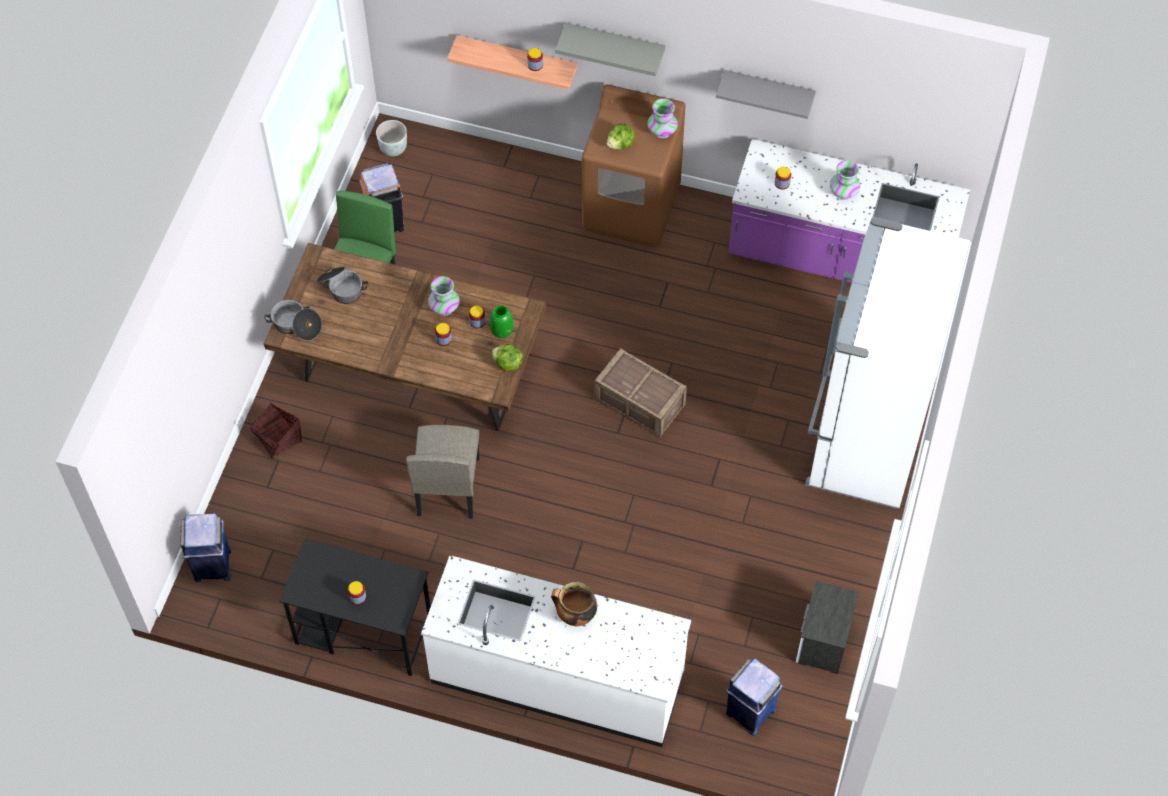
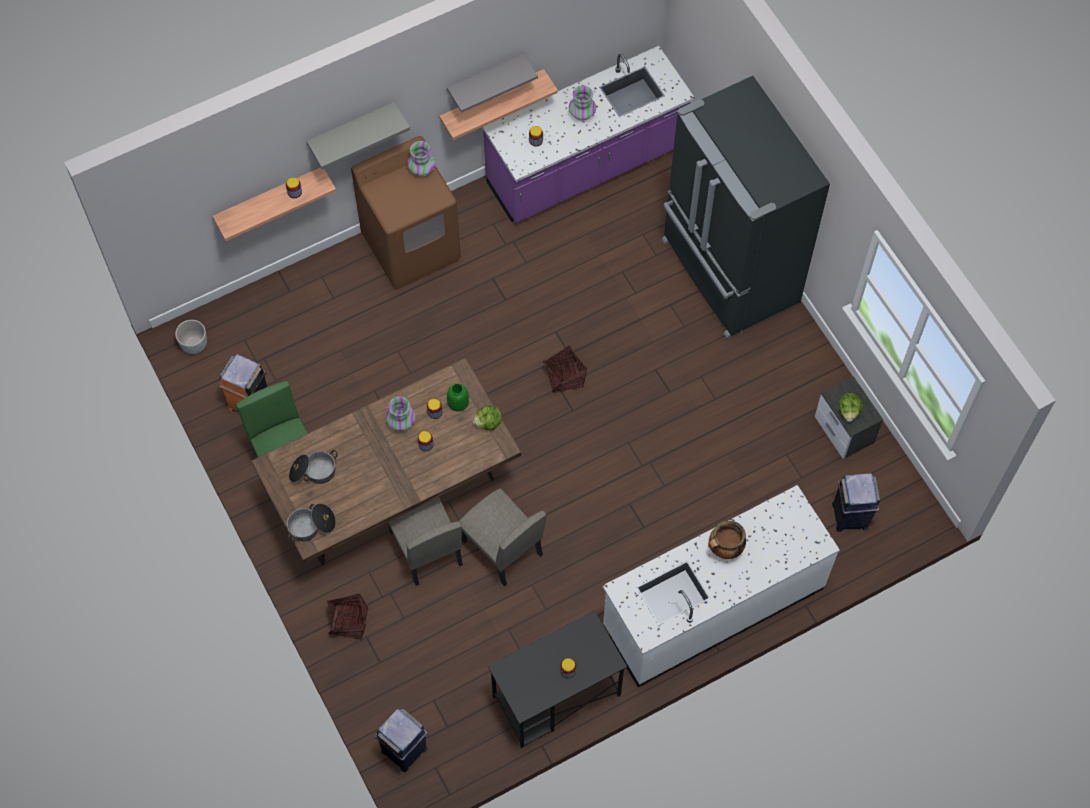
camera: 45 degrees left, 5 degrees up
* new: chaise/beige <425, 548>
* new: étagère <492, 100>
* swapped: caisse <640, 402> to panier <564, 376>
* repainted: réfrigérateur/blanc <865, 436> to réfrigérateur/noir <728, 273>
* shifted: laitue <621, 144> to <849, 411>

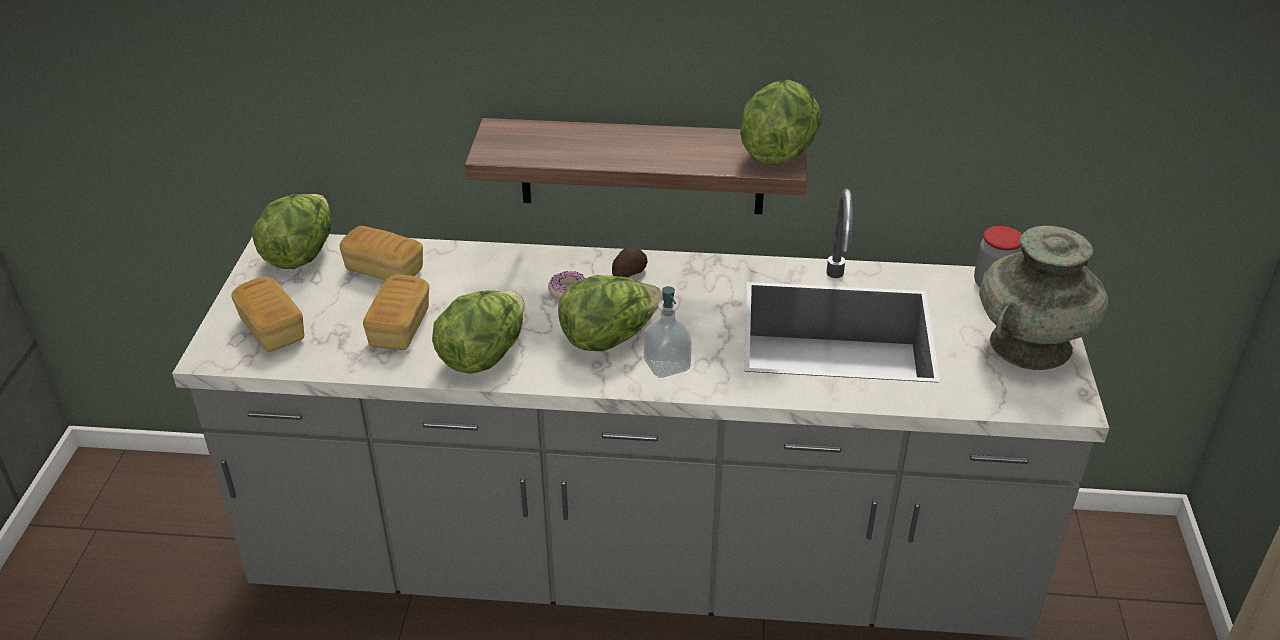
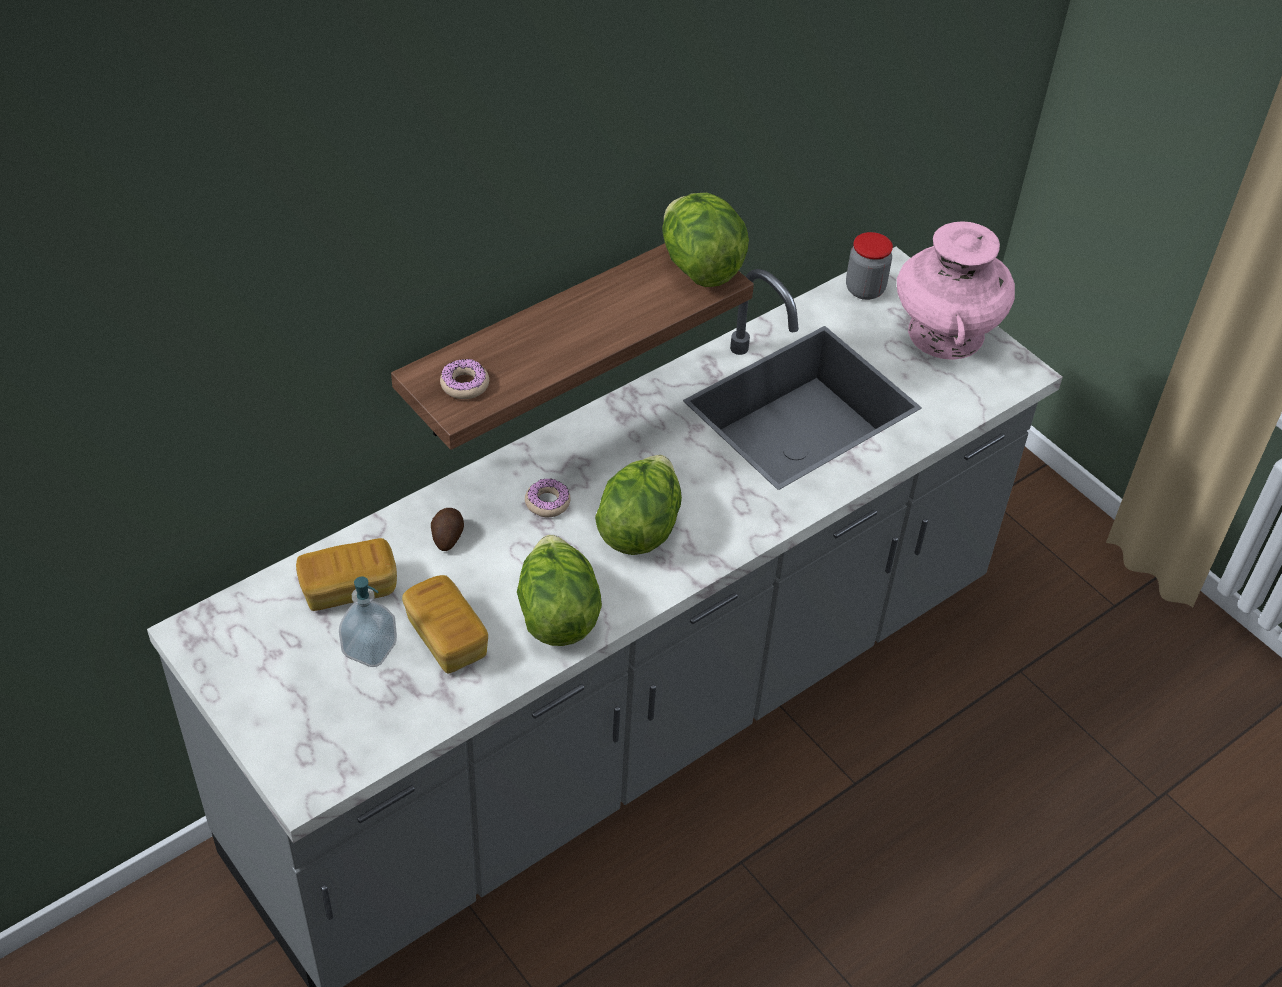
camera: 45 degrees left, 10 degrees up
* shifted: distributeur de savon <667, 365> to <370, 649>
* shifted: pomme de terre <628, 272> to <447, 536>
* new: beignet <464, 384>
* repainted: vase/turquoise <1030, 345> to vase/rose <945, 333>
* gone: pain <272, 329>
* gone: laitue <300, 254>

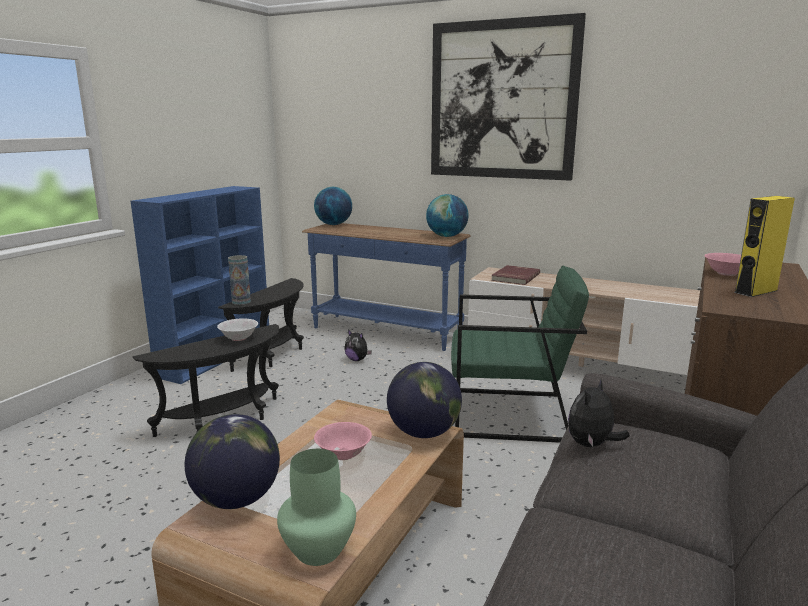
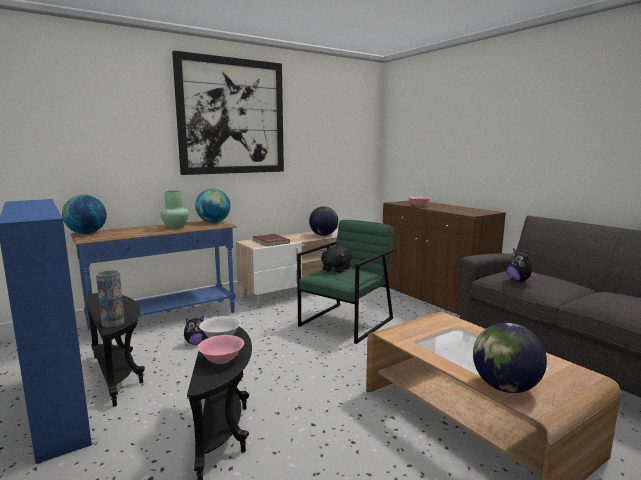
camera: 60 degrees left, 5 degrees down
* shifted: vase/vert <320, 550> to <176, 227>
* shifted: bol/rose <343, 454> to <221, 360>
* shifted: globe <423, 433> to <323, 235>
* new: peluche/noir <336, 269>
* gone: enceinte/jaune <756, 291>

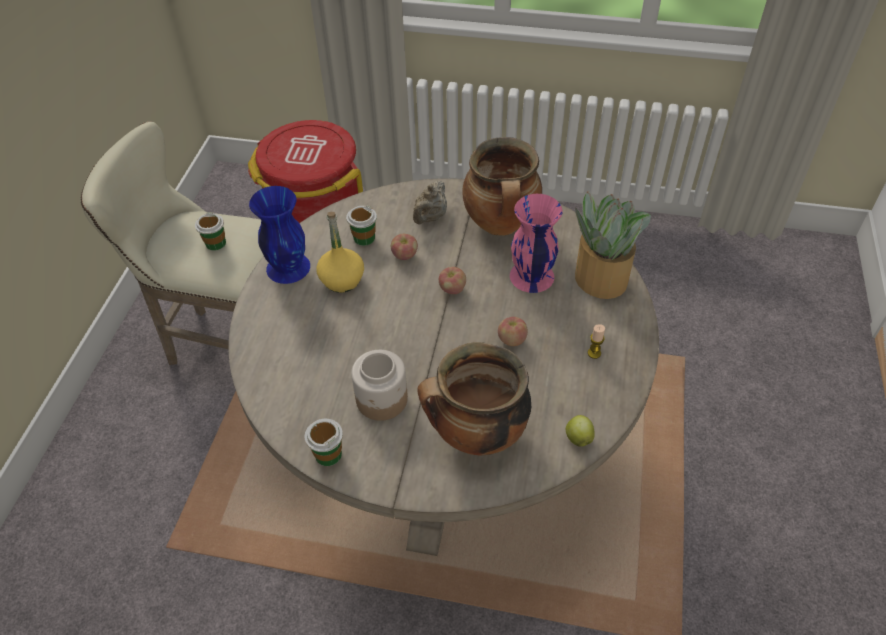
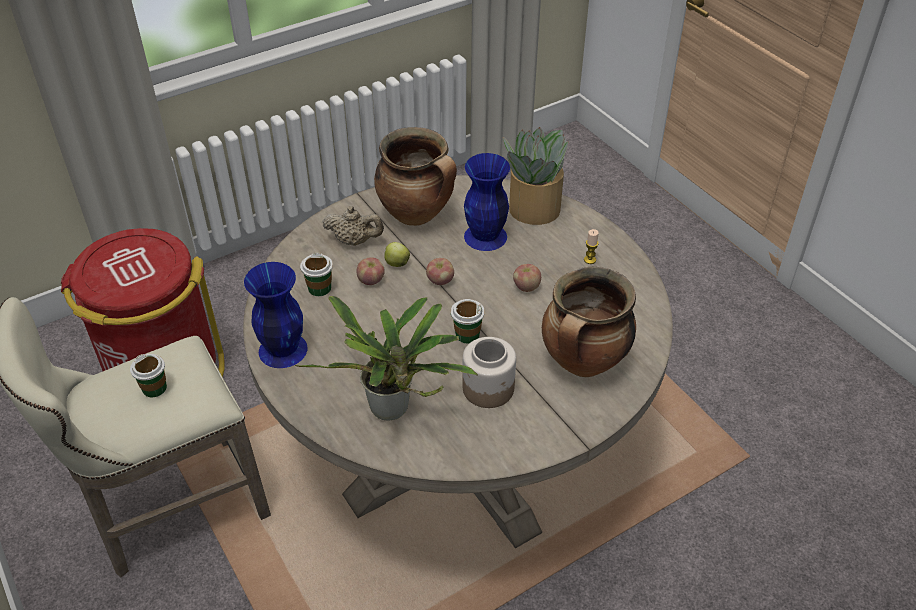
camera: 45 degrees left, 5 degrees down
* new: plante en pot <393, 412>
* rotated: théière/beige <430, 217> = <354, 241> 60 degrees counterclockwise
* shifted: pomme <578, 438> to <396, 263>
* shifted: tasse <328, 454> to <467, 334>
* repainted: vase/rose <531, 276> to vase/bleu <485, 237>
* gone: bouteille/jaune <342, 280>

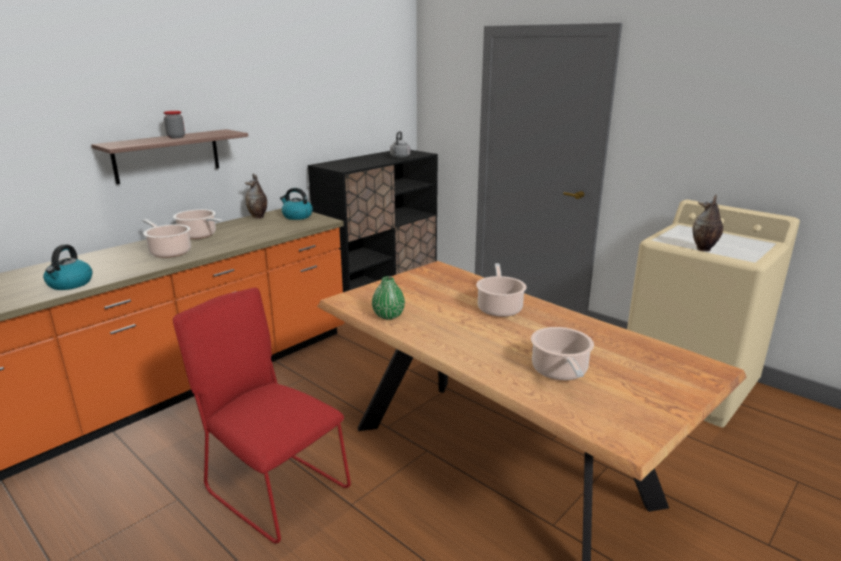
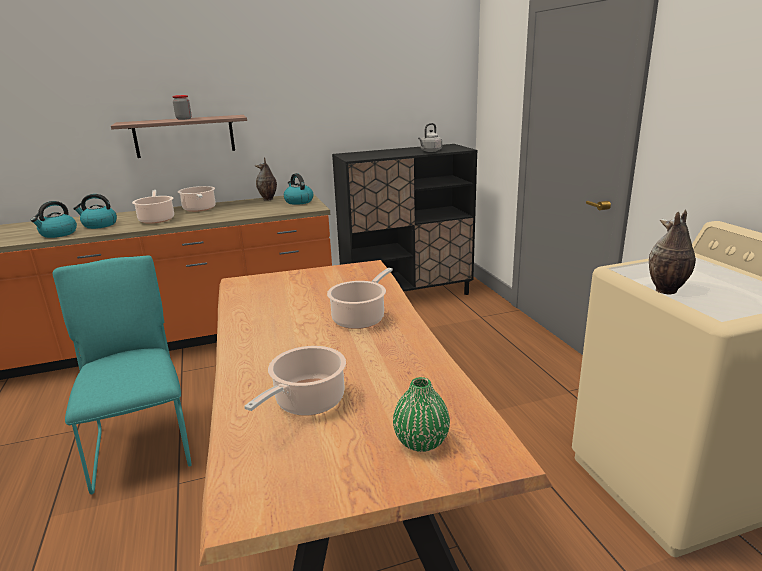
camera: 30 degrees right, 0 degrees up
* repainted: chaise/rouge <273, 487> to chaise/turquoise <142, 445>
* new: bouilloire <99, 225>
* shifted: vase/vert <388, 316> to <421, 442>

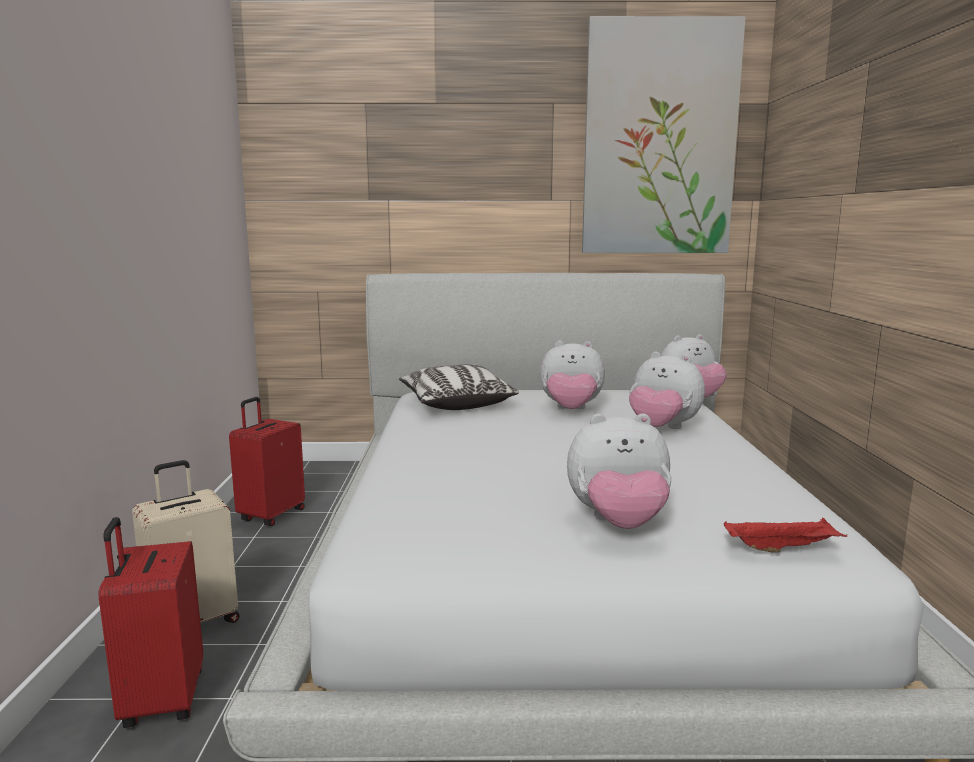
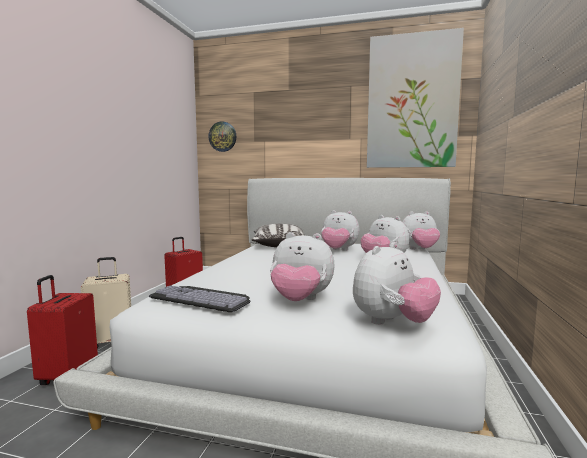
camera: 15 degrees right, 5 degrees down
* new: clavier <203, 298>
* new: horloge murale <222, 136>
* swapped: plateau/rouge <782, 548> to peluche <392, 323>

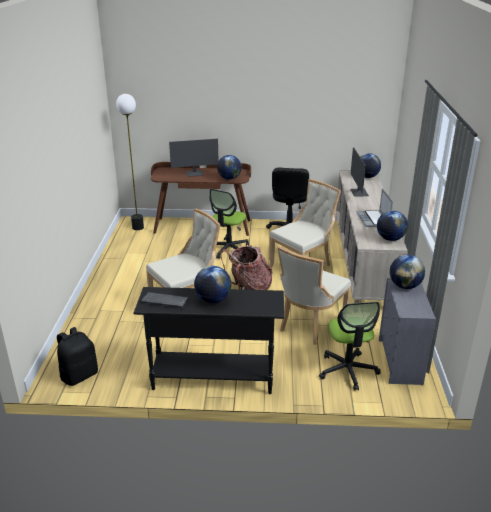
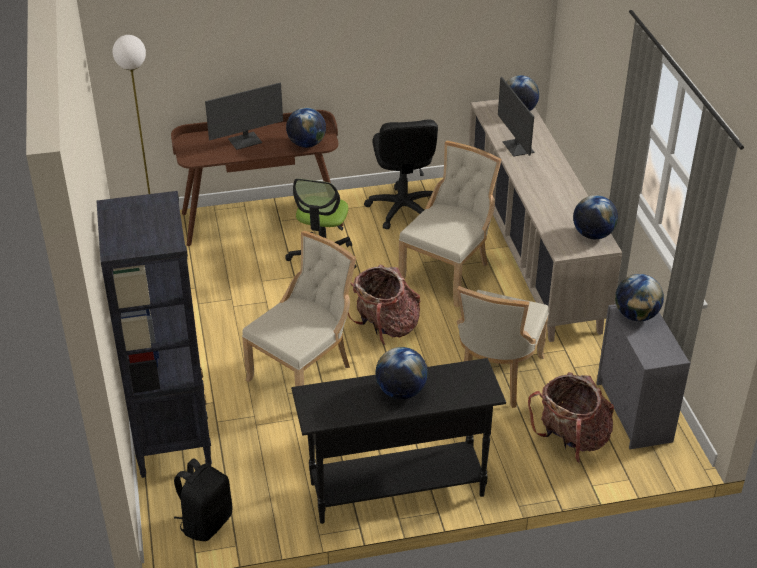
camera: 15 degrees left, 10 degrees up
* new: bibliothèque/noir <173, 439>
* swapped: chaise de bureau <348, 370> to sac à dos <571, 440>
* gone: clavier <164, 301>
* gone: ordinateur portable <373, 220>

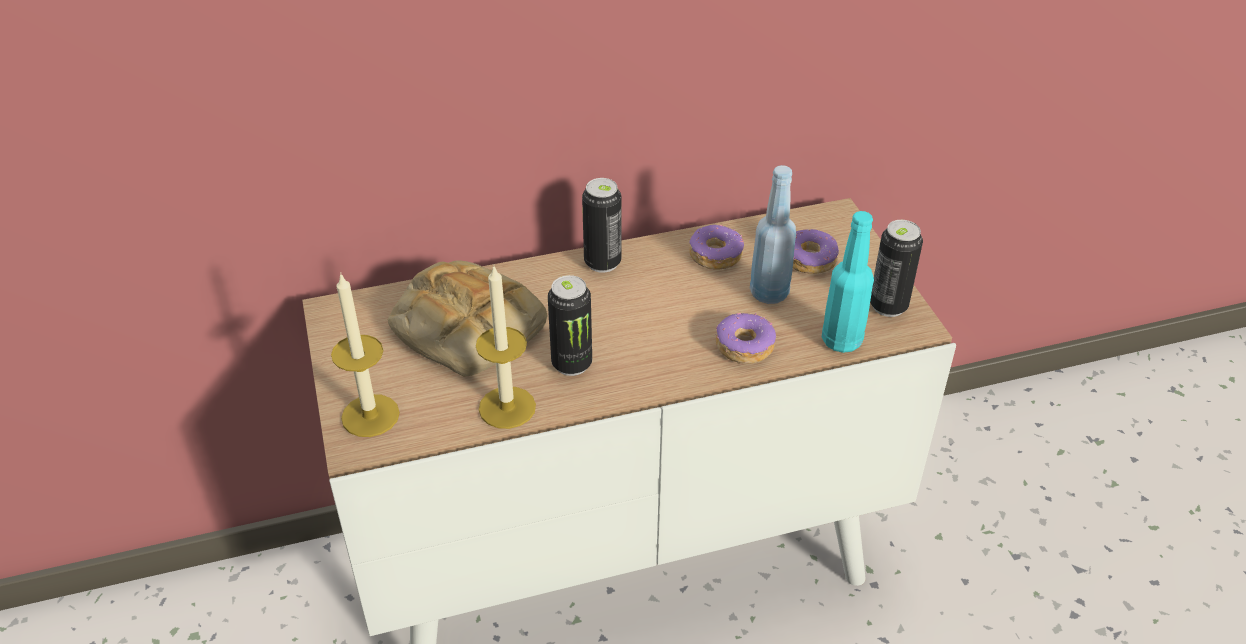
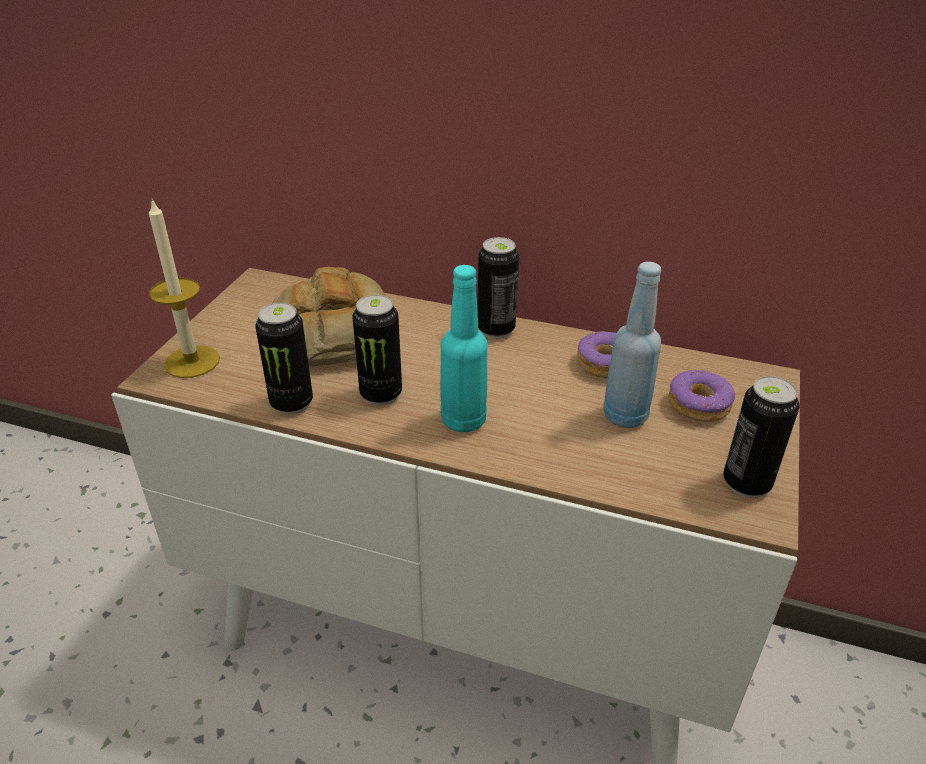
camera: 35 degrees right, 5 degrees down
* swapped: bougie <507, 407> to boîte métallique <291, 403>
* shifted: bouteille/turquoise <841, 340> to <463, 420>
* gone: beignet <744, 346>

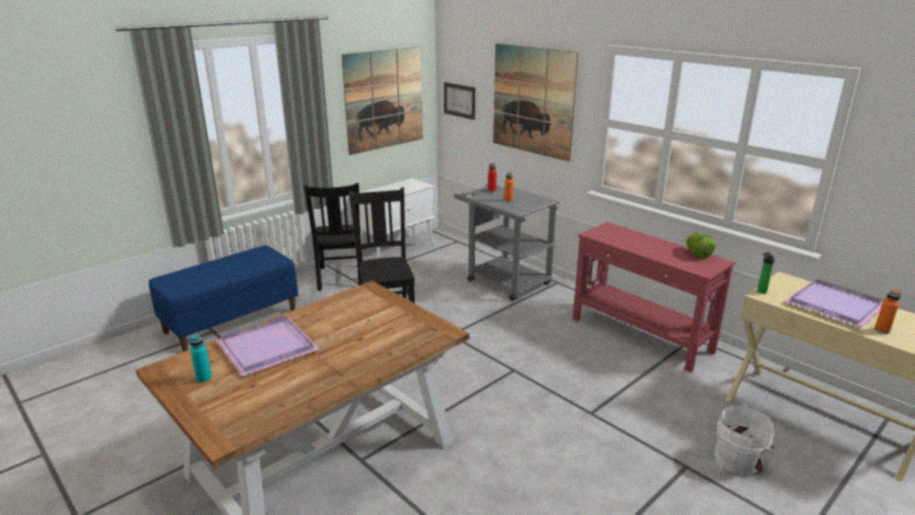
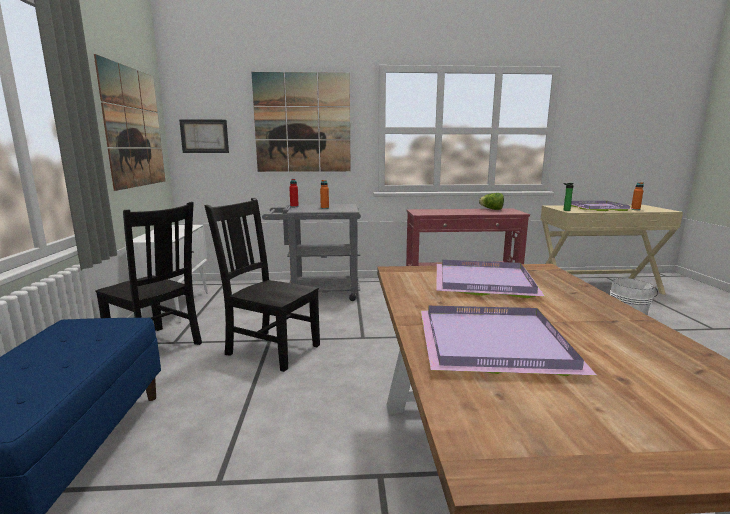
camera: 50 degrees left, 10 degrees down
* new: plateau/violet <486, 283>
* gone: bouteille/turquoise <204, 378>

